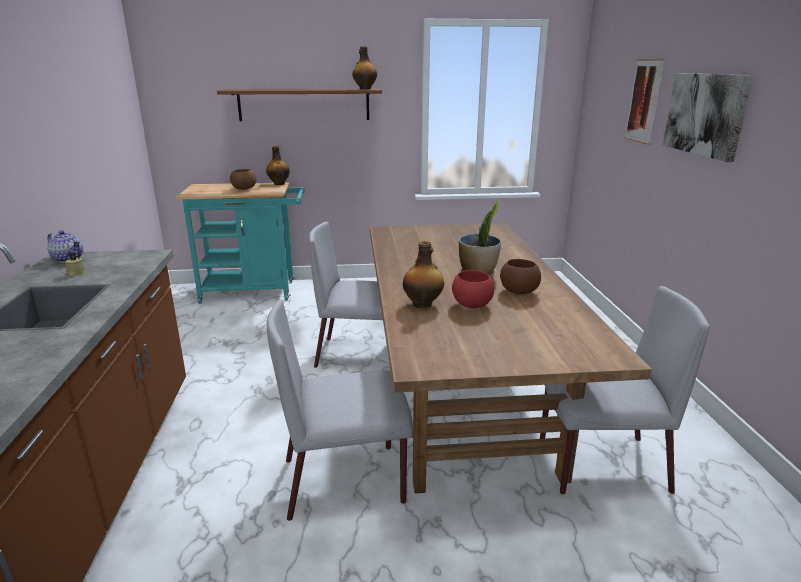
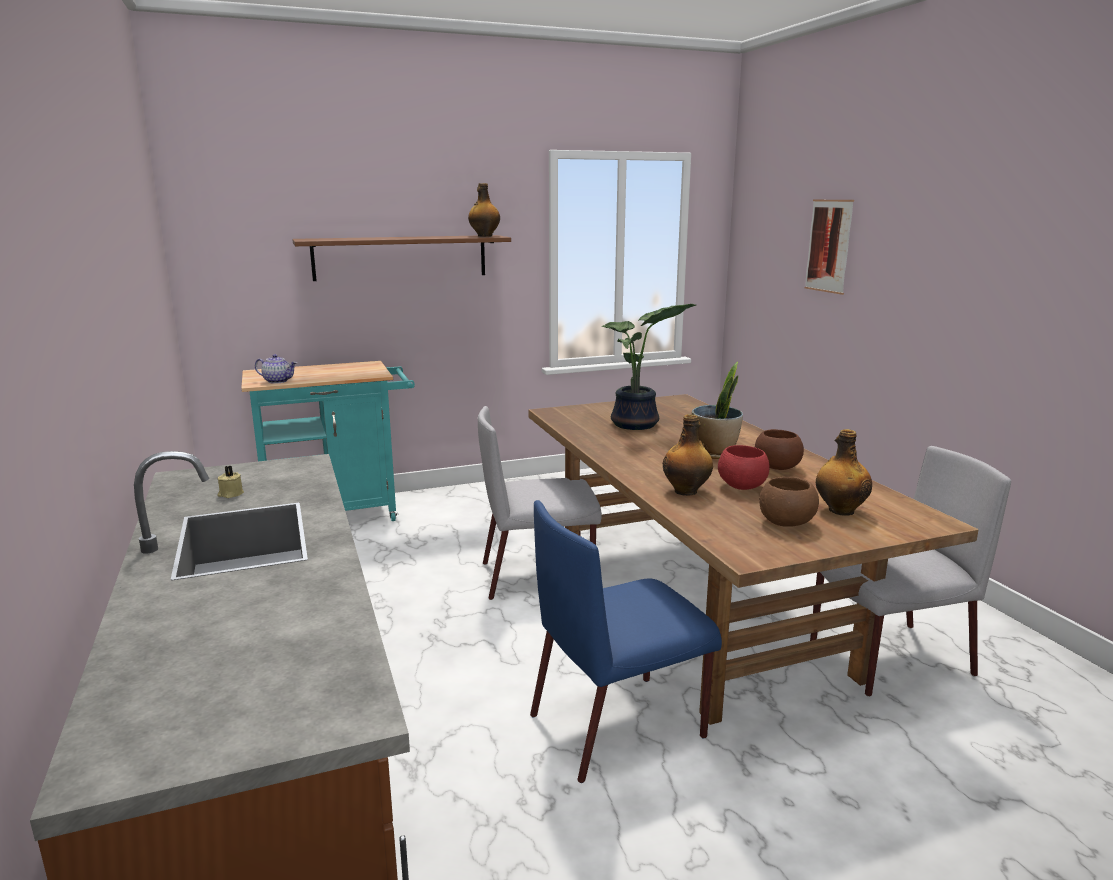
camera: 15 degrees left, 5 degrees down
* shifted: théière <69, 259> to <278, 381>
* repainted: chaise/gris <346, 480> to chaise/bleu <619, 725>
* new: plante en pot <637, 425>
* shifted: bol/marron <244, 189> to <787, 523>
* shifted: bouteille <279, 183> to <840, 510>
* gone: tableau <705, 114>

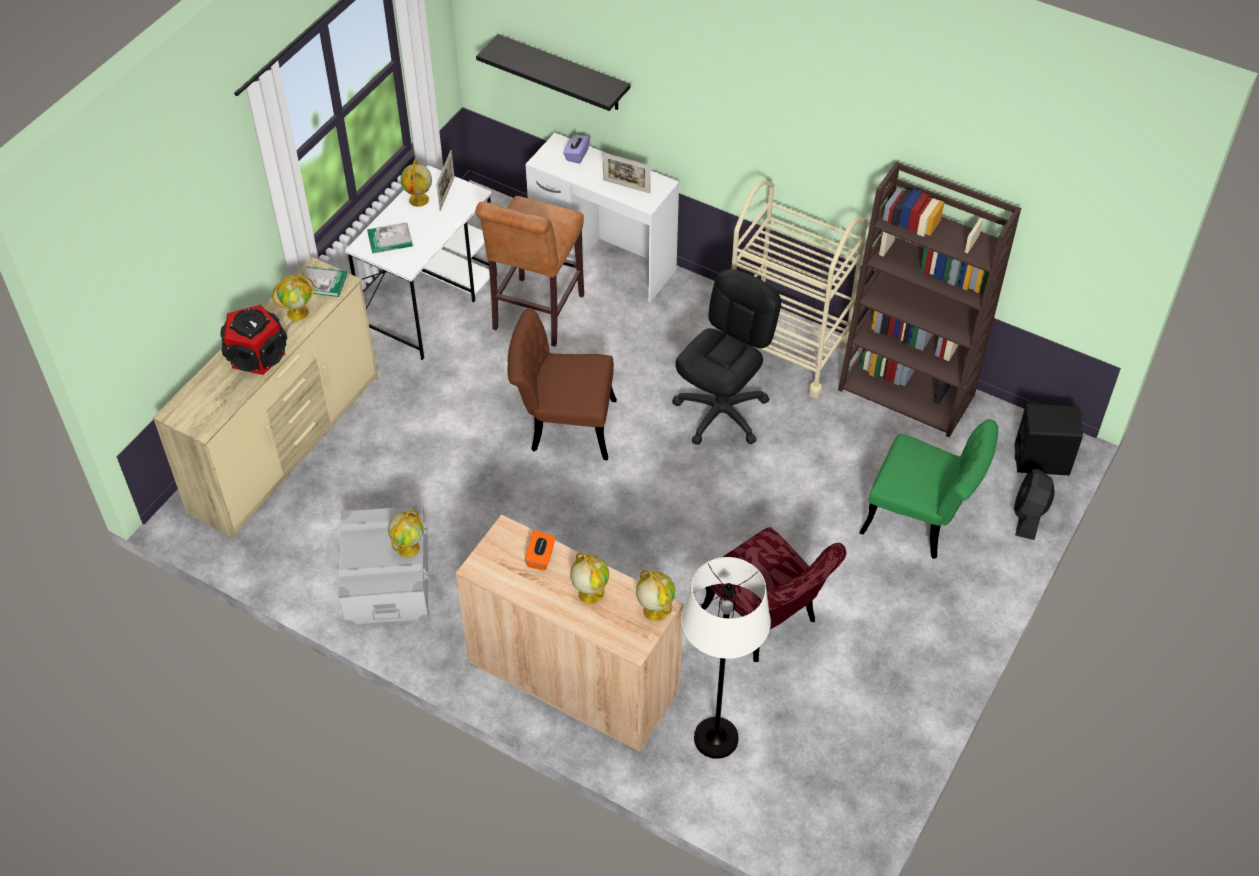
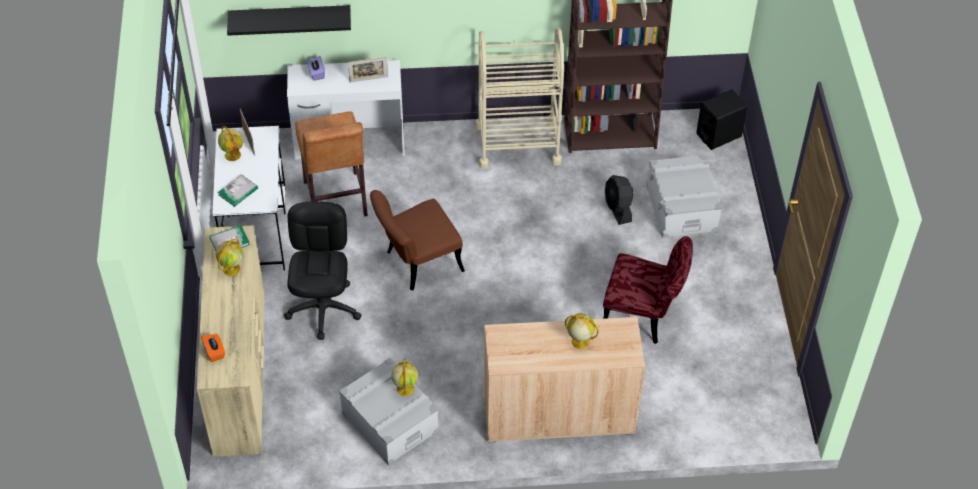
camera: 35 degrees left, 0 degrees up
* shifted: boîte à mouchoirs/orange <540, 557> to <214, 352>
* shifted: chaise de bureau/noir <721, 413> to <323, 308>
* shifted: ventilateur/noir <1028, 516> to <618, 208>
* swapped: chaise/vert <922, 521> to boîte de rangement/gris <681, 208>
* gone: enceinte <257, 355>
* gone: globe <654, 610>
* gone: lampadaire/blanc <715, 738>

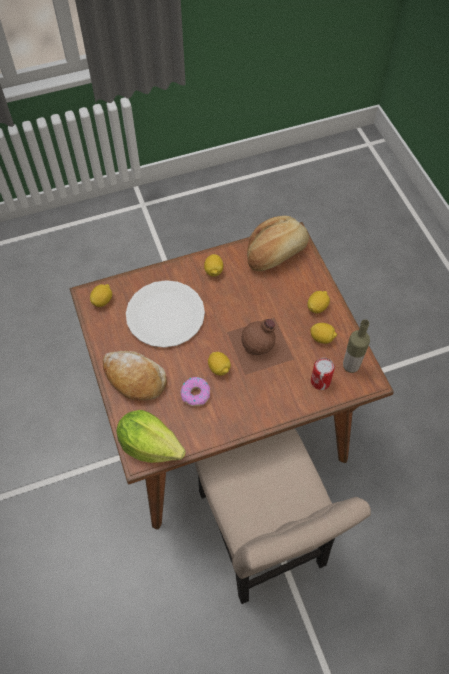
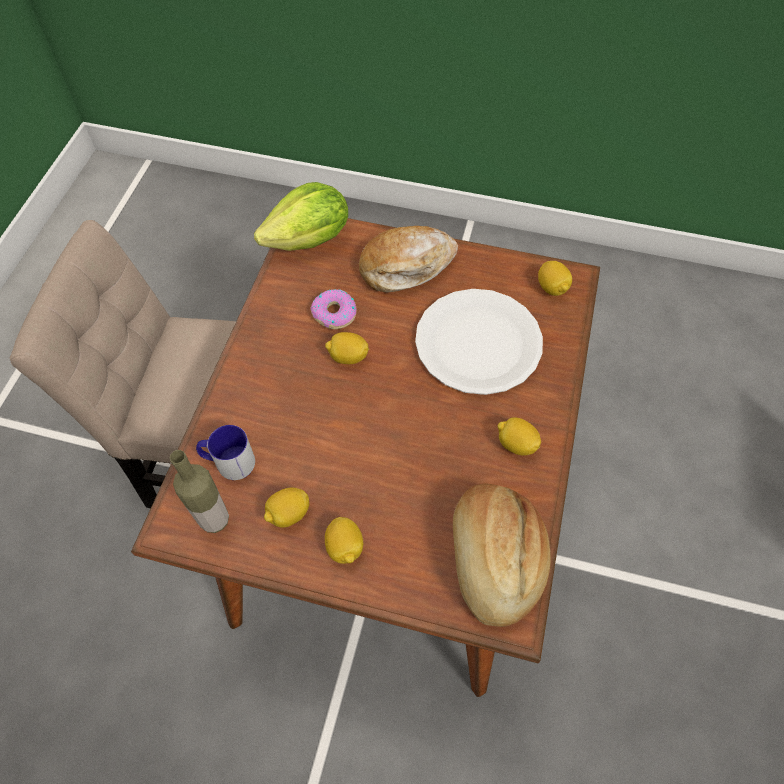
camera: 125 degrees right, 0 degrees up
* swapped: boîte métallique <320, 381> to mug <228, 462>
* gone: bouteille/marron <261, 346>

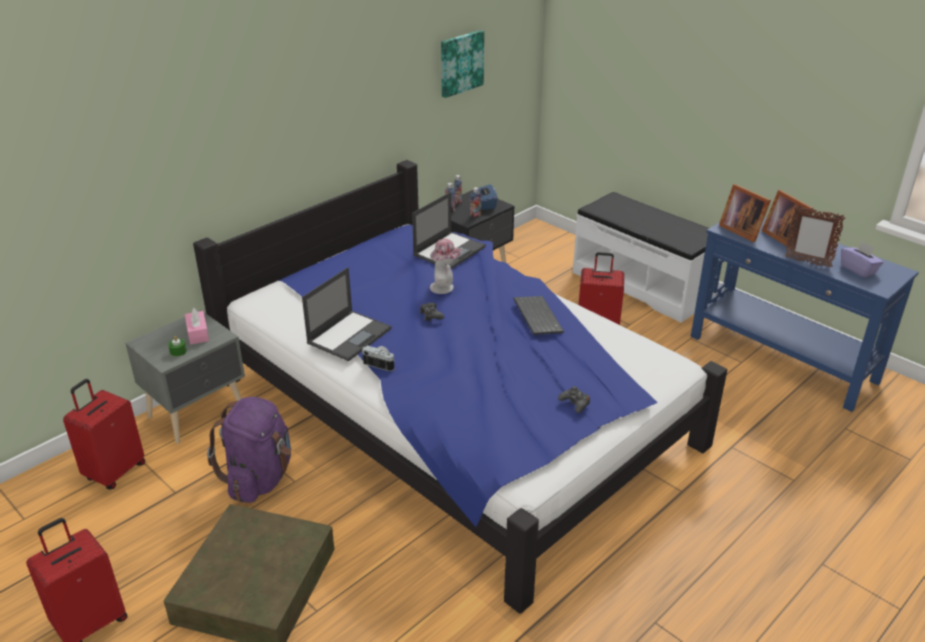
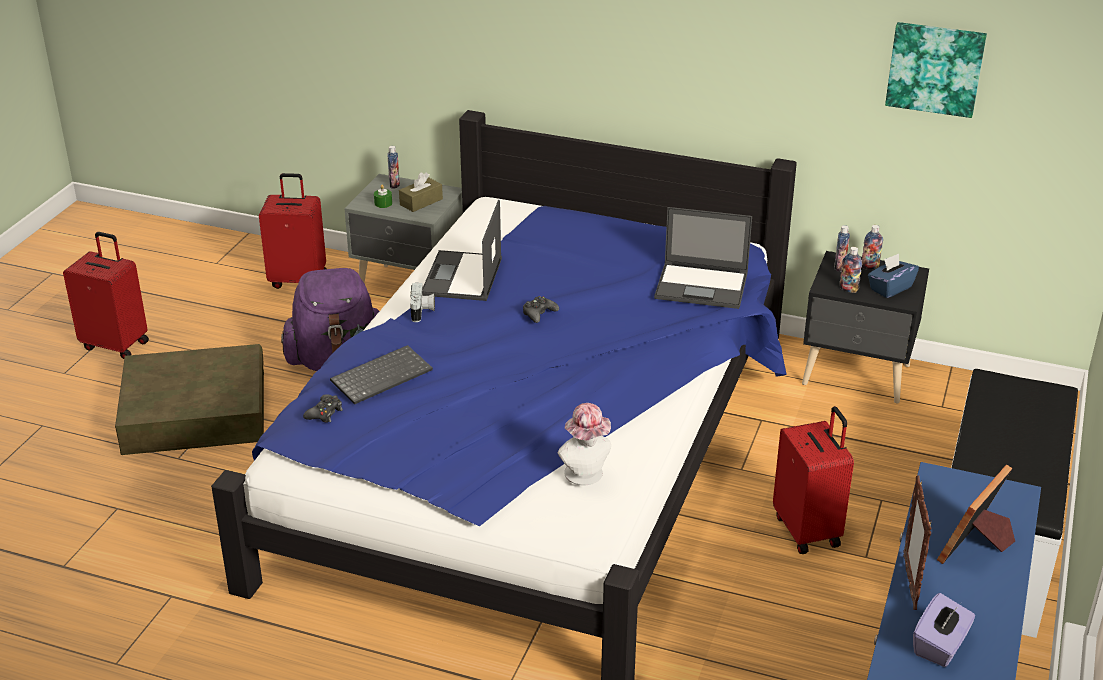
camera: 65 degrees right, 0 degrees up
* shifted: manette/noir <575, 403> to <324, 413>
* shifted: clavier <536, 316> to <382, 375>
* new: bouteille <394, 185>
* repainted: boîte à mouchoirs/rose <198, 333> to boîte à mouchoirs/marron <421, 202>
* rotated: ordinateur portable <349, 335> = <462, 277> 90 degrees clockwise
* shifted: chapeau <445, 287> to <586, 476>
* gone: cadre photo <741, 230>

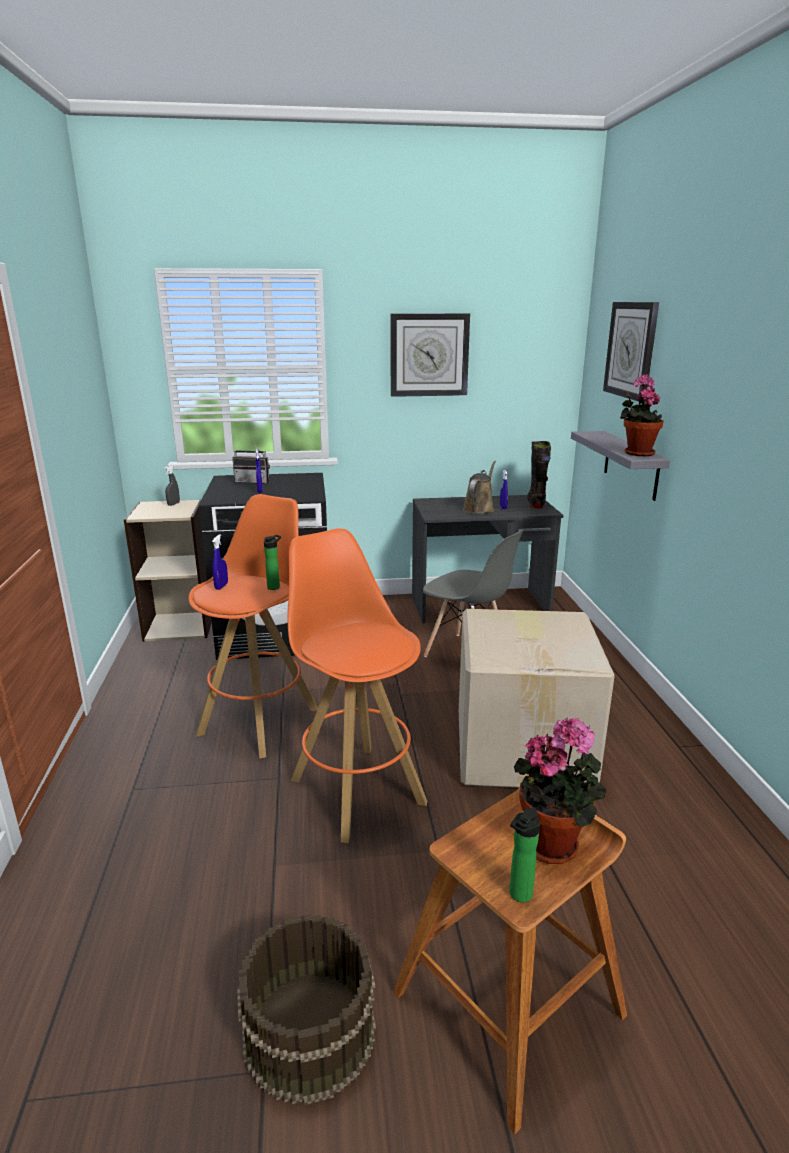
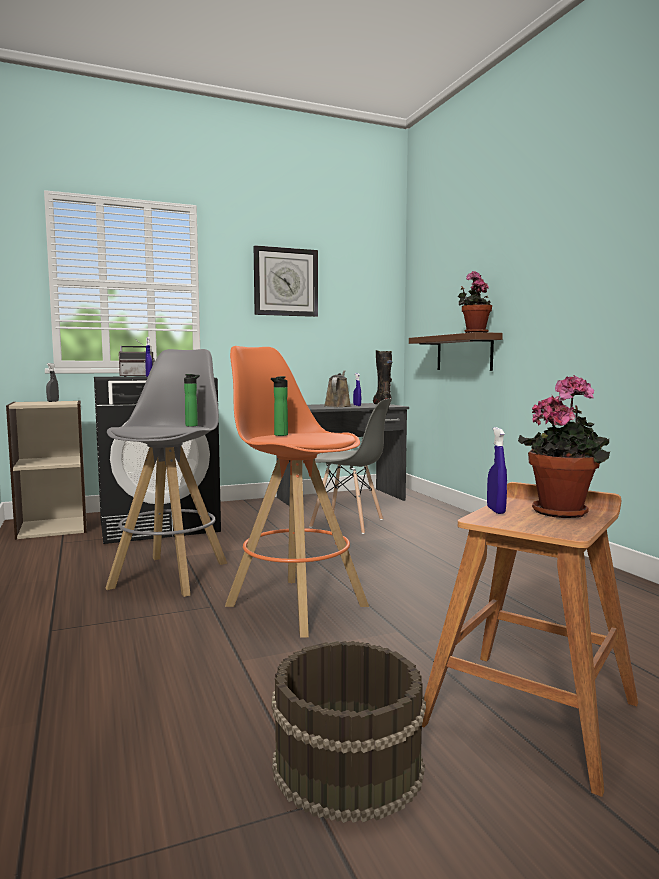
camera: 15 degrees left, 15 degrees down
* repainted: tabouret/orange <260, 720> to tabouret/gris <171, 574>
* shifted: bouteille <518, 896> to <279, 435>
* repainted: étagère/gris <631, 464> to étagère/marron <464, 353>
* shifted: vaporisateur/bleu <221, 586> to <496, 510>
* gone: carton <524, 748>
* gone: horloge murale <631, 350>

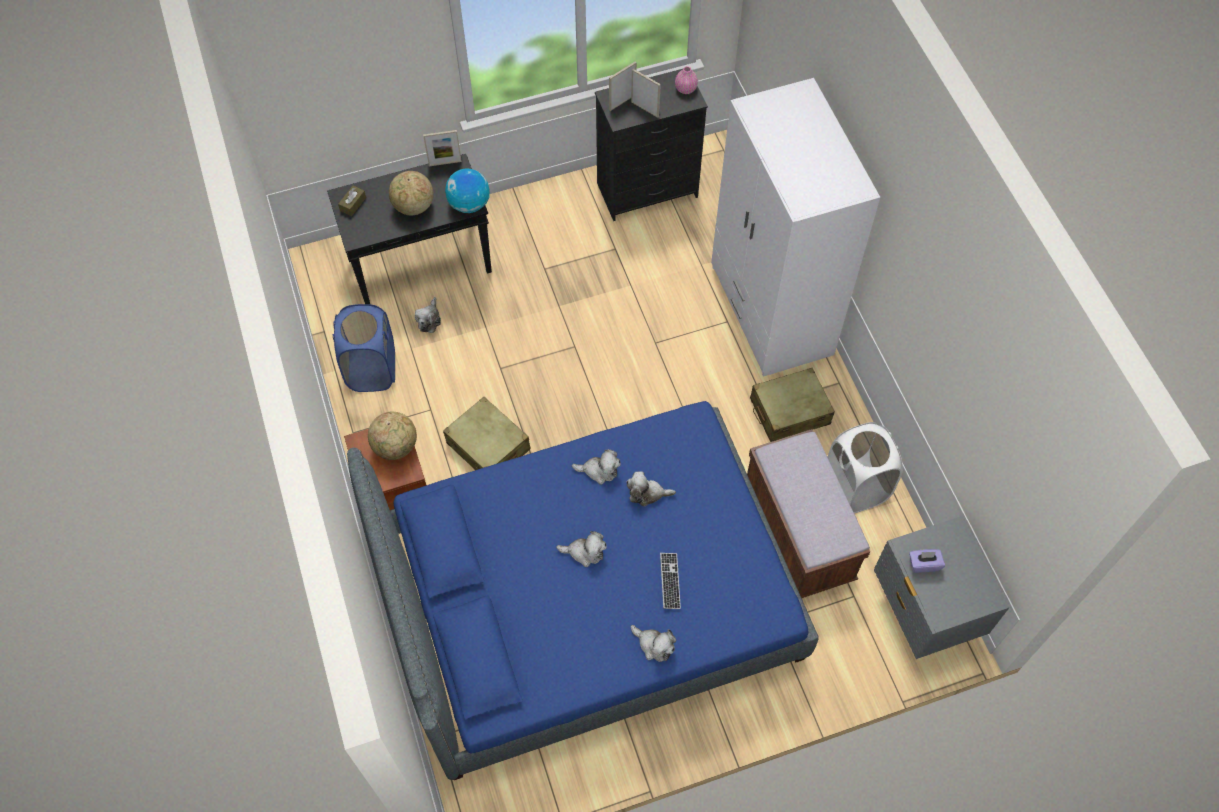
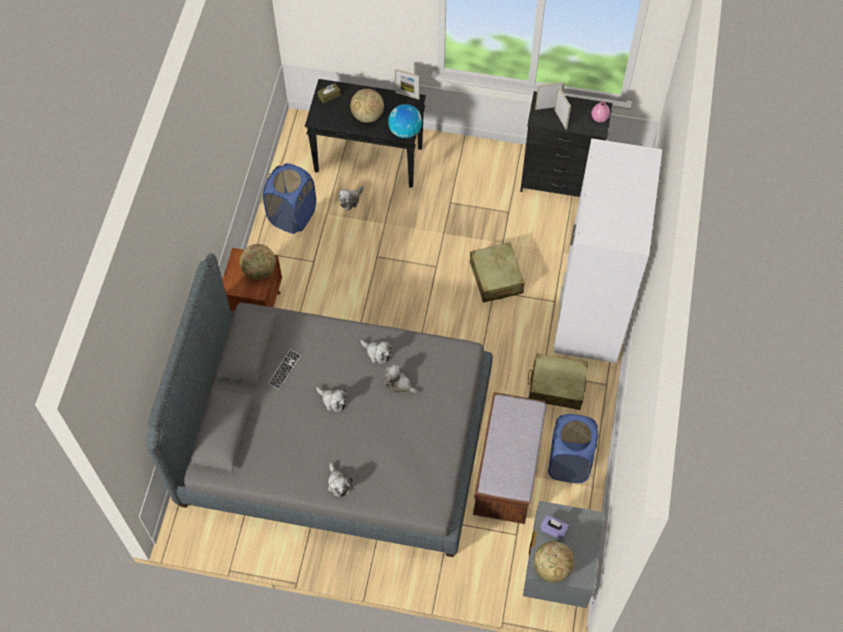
camera: 30 degrees right, 0 degrees up
* repainted: lit/bleu <588, 602> to lit/gris <335, 441>
* shifted: clavier <670, 581> to <284, 370>
* shifted: valise/beige <488, 446> to <496, 278>
* new: globe <551, 568>
* repainted: panier à linge/blanc <856, 487> to panier à linge/bleu <569, 462>

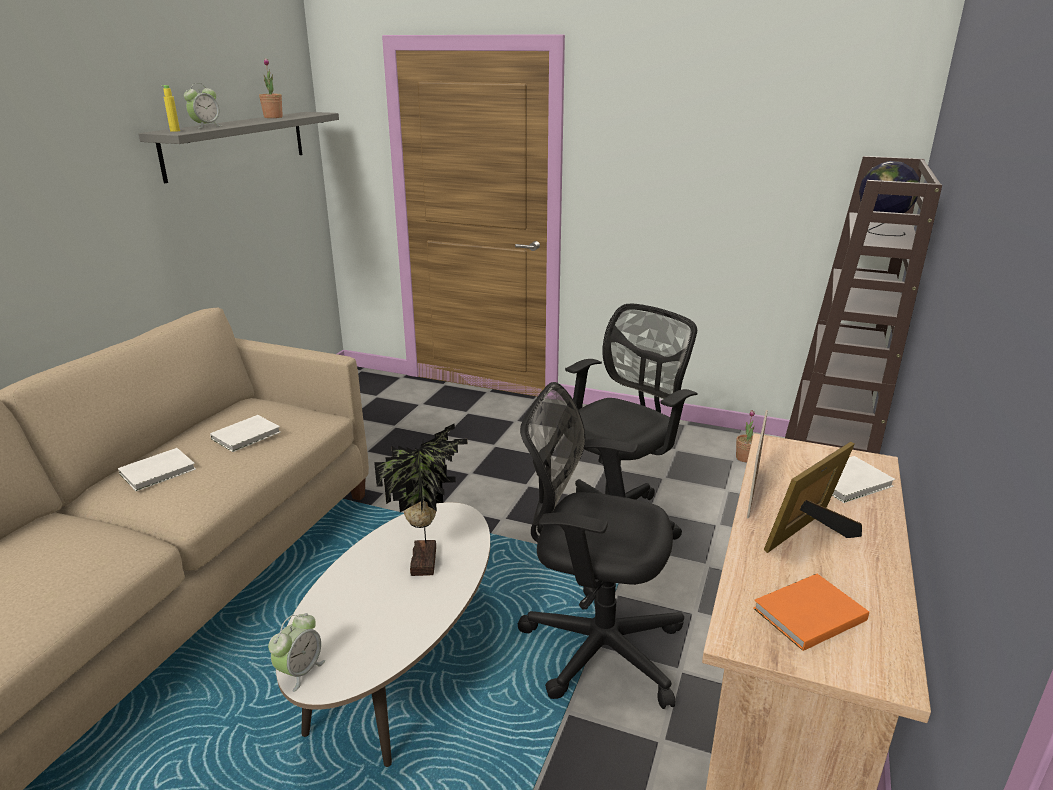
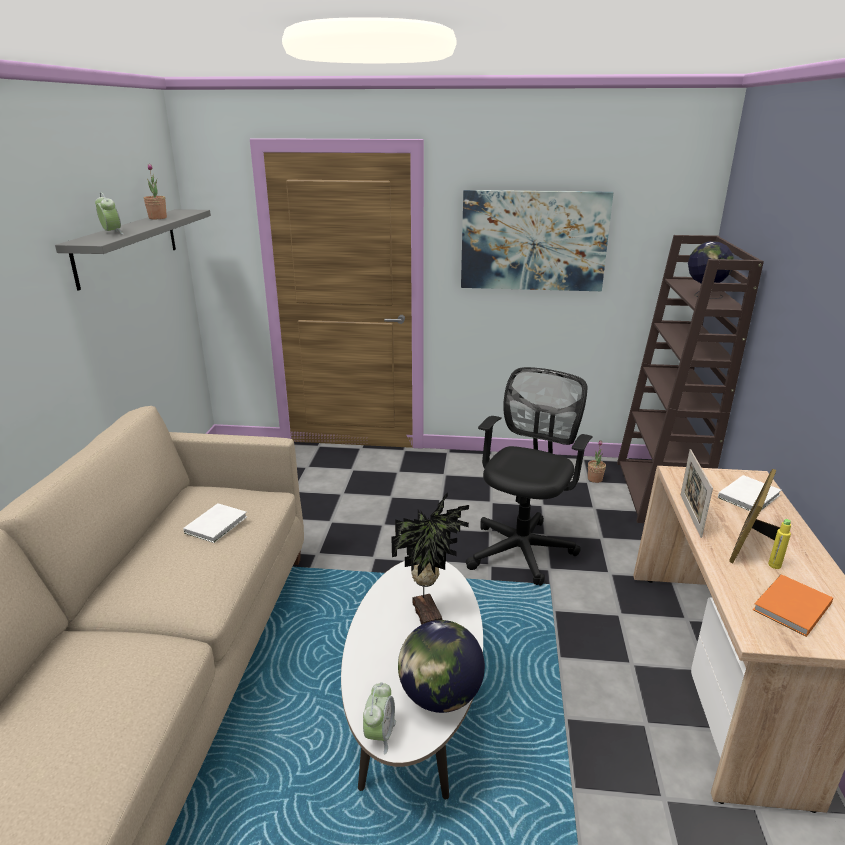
camera: 15 degrees left, 0 degrees up
* rotated: réveil <206, 126> = <112, 233> 60 degrees counterclockwise
* new: globe <439, 696>
* new: tableau <533, 241>
* shifted: bouteille/jaune <175, 131> to <774, 565>
* gone: livre/blanc <160, 471>
* gone: chaise de bureau/noir <595, 646>

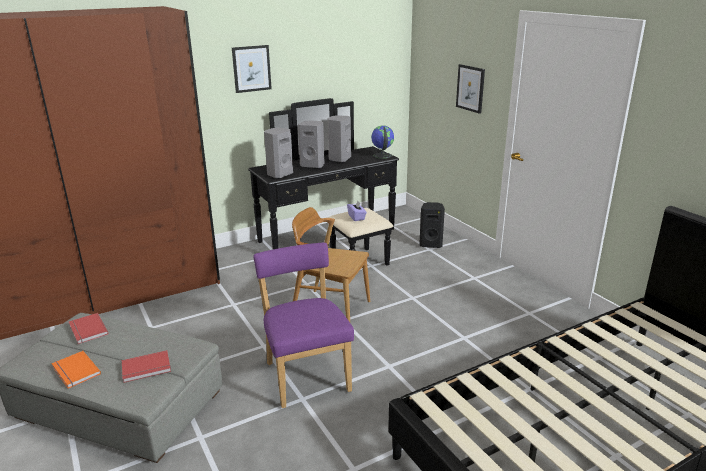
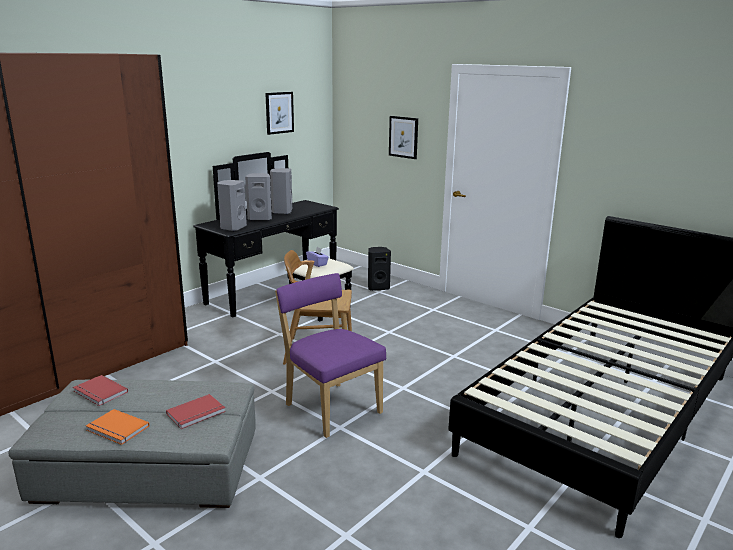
camera: 20 degrees left, 5 degrees down
* shifted: tableau <251, 68> to <279, 112>
* gone: globe <382, 155>

